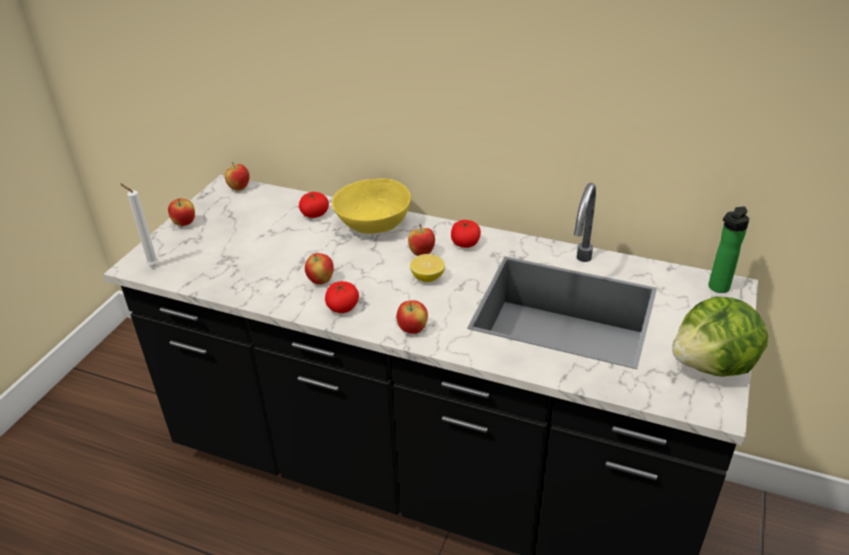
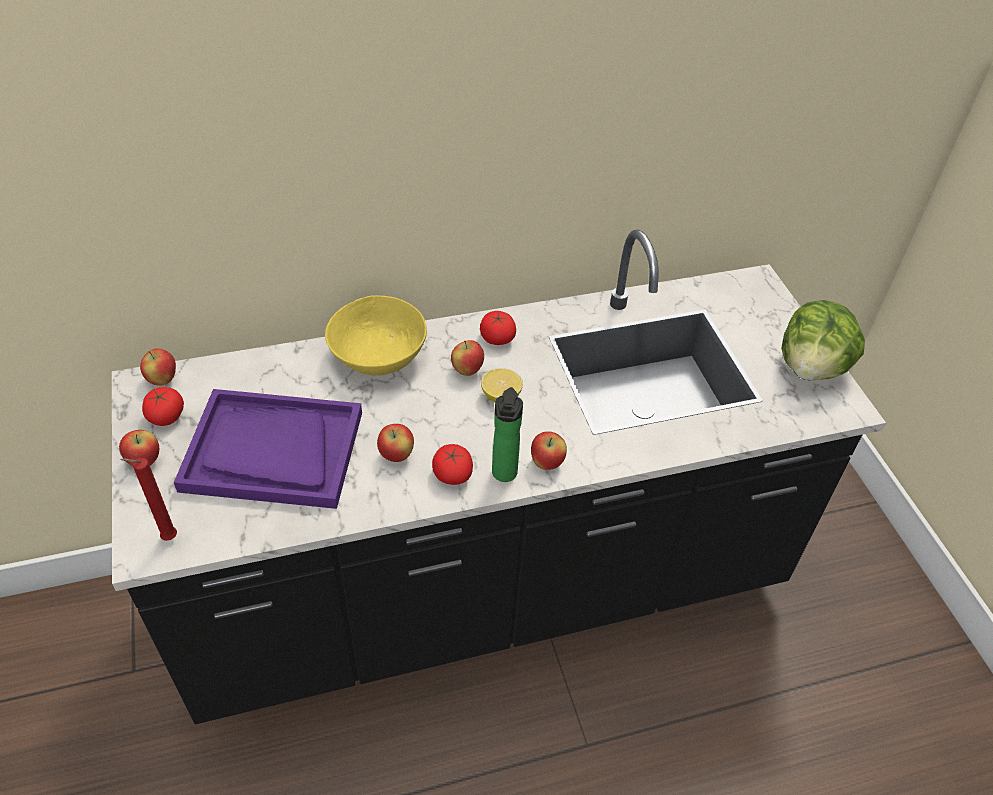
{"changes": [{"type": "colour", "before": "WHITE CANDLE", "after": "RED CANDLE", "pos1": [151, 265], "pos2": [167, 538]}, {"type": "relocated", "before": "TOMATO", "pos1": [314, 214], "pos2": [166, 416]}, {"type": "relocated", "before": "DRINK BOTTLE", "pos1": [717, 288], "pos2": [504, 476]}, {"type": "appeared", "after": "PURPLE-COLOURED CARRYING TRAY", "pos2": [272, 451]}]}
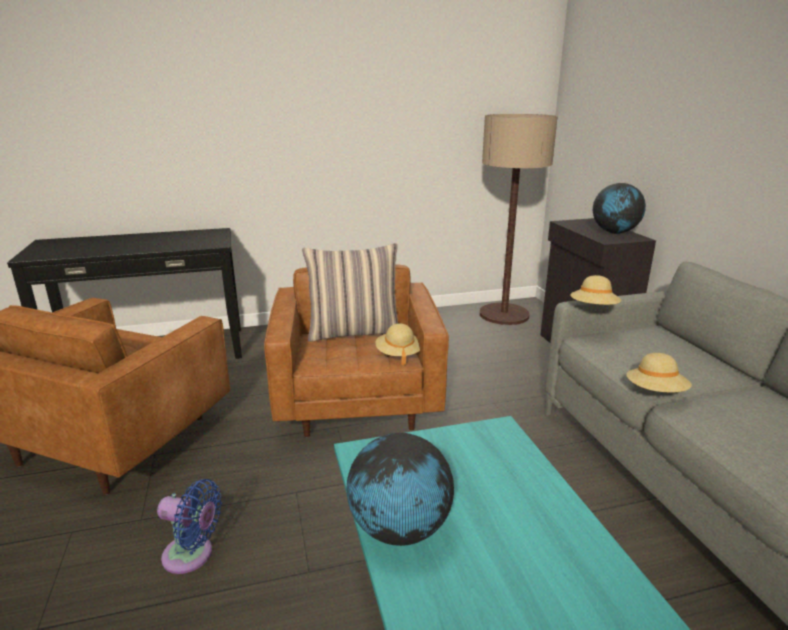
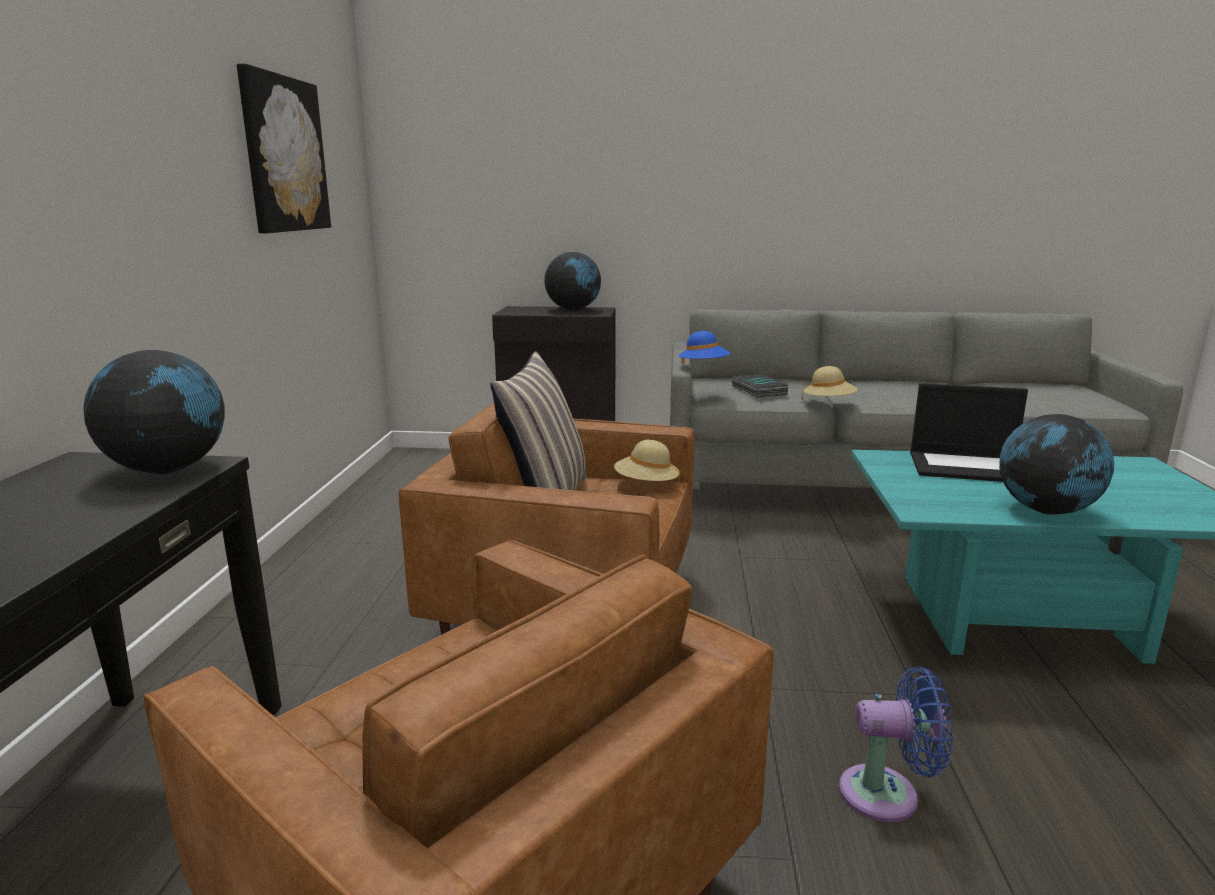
{"changes": [{"type": "spun", "before": "BLUE-COLOURED FAN", "pos1": [192, 555], "pos2": [887, 794], "turn": 60}, {"type": "missing", "before": "STANDING LAMP", "pos1": [504, 315]}, {"type": "colour", "before": "BEIGE-COLOURED HAT", "after": "BLUE-COLOURED HAT", "pos1": [593, 309], "pos2": [703, 367]}, {"type": "appeared", "after": "GLOBE", "pos2": [167, 469]}, {"type": "appeared", "after": "PICTURE", "pos2": [284, 155]}, {"type": "appeared", "after": "BOOK", "pos2": [757, 390]}, {"type": "appeared", "after": "PORTABLE COMPUTER", "pos2": [970, 467]}]}
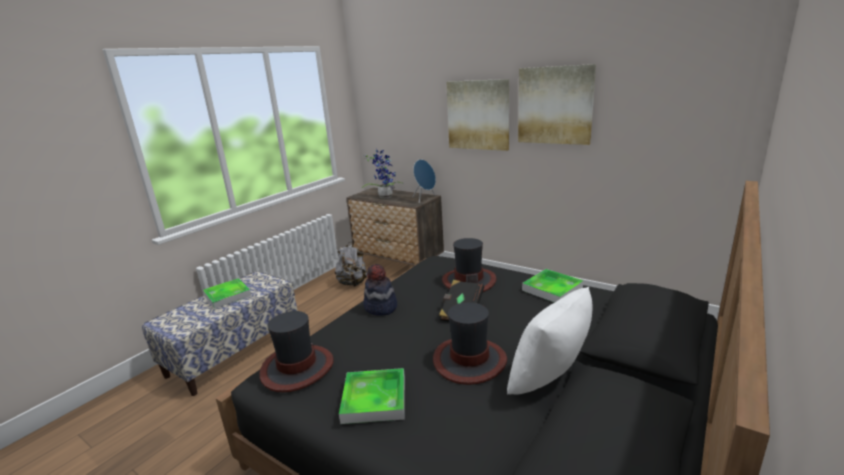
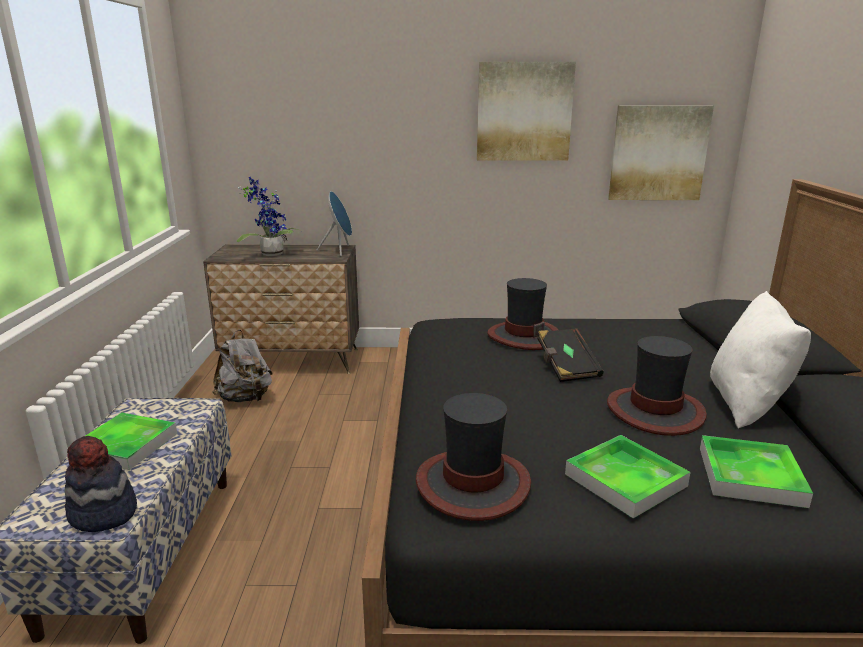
{"changes": [{"type": "relocated", "before": "HAT", "pos1": [380, 307], "pos2": [103, 514]}, {"type": "relocated", "before": "PICTURE", "pos1": [478, 115], "pos2": [658, 153]}, {"type": "relocated", "before": "CARRYING TRAY", "pos1": [552, 289], "pos2": [750, 476]}]}
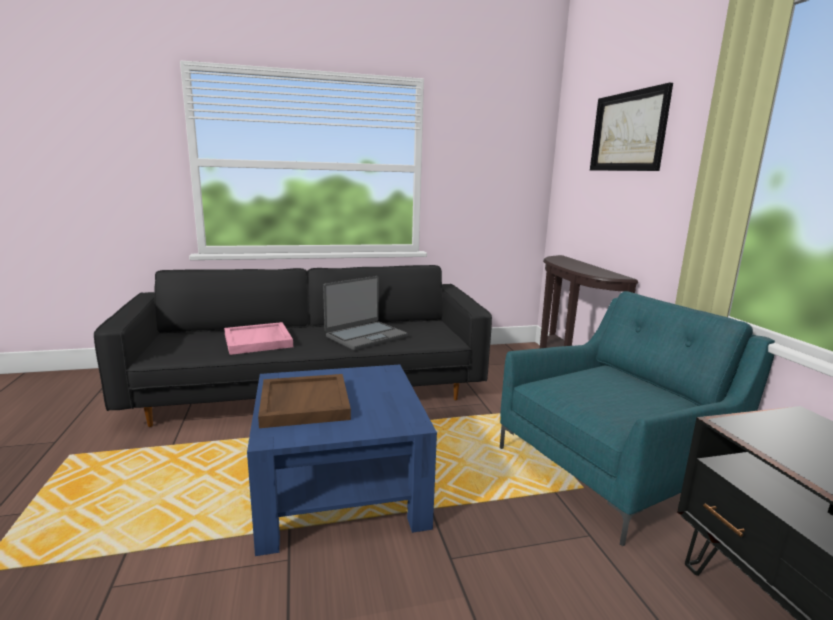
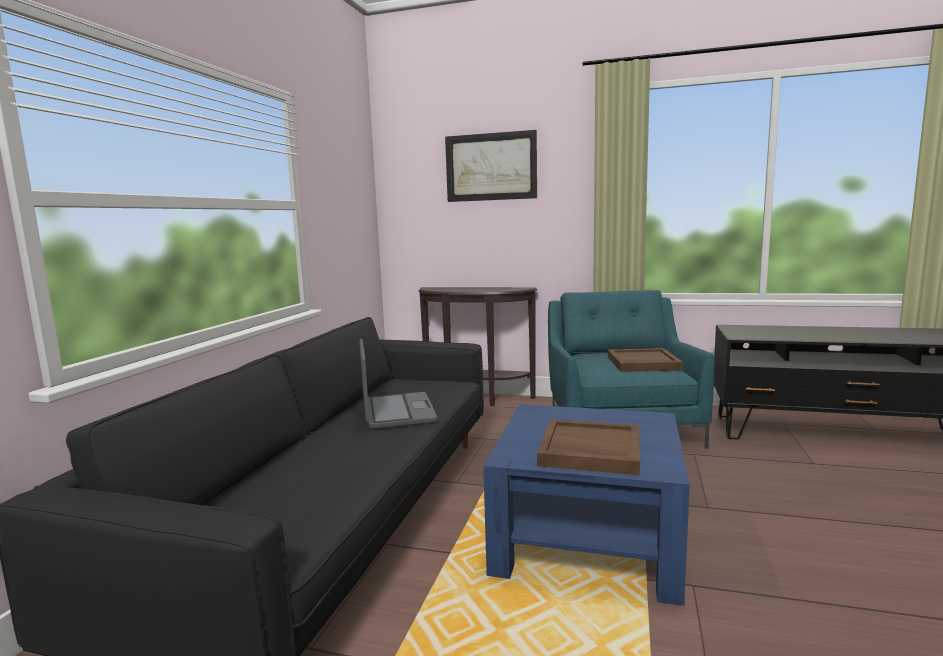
{"changes": [{"type": "missing", "before": "PINKISH CARRYING TRAY", "pos1": [258, 341]}, {"type": "appeared", "after": "BROWN CARRYING TRAY", "pos2": [642, 363]}]}
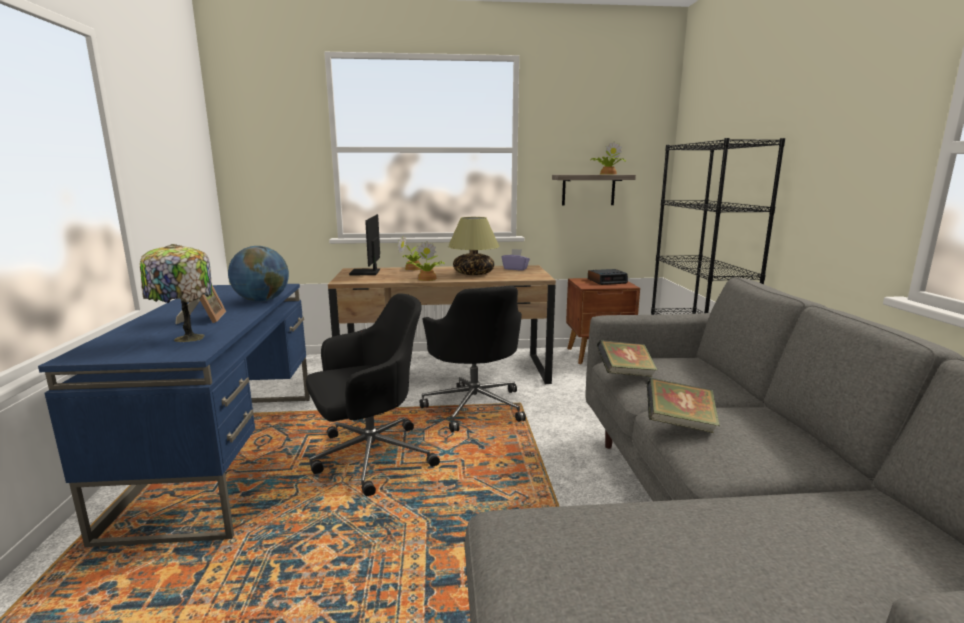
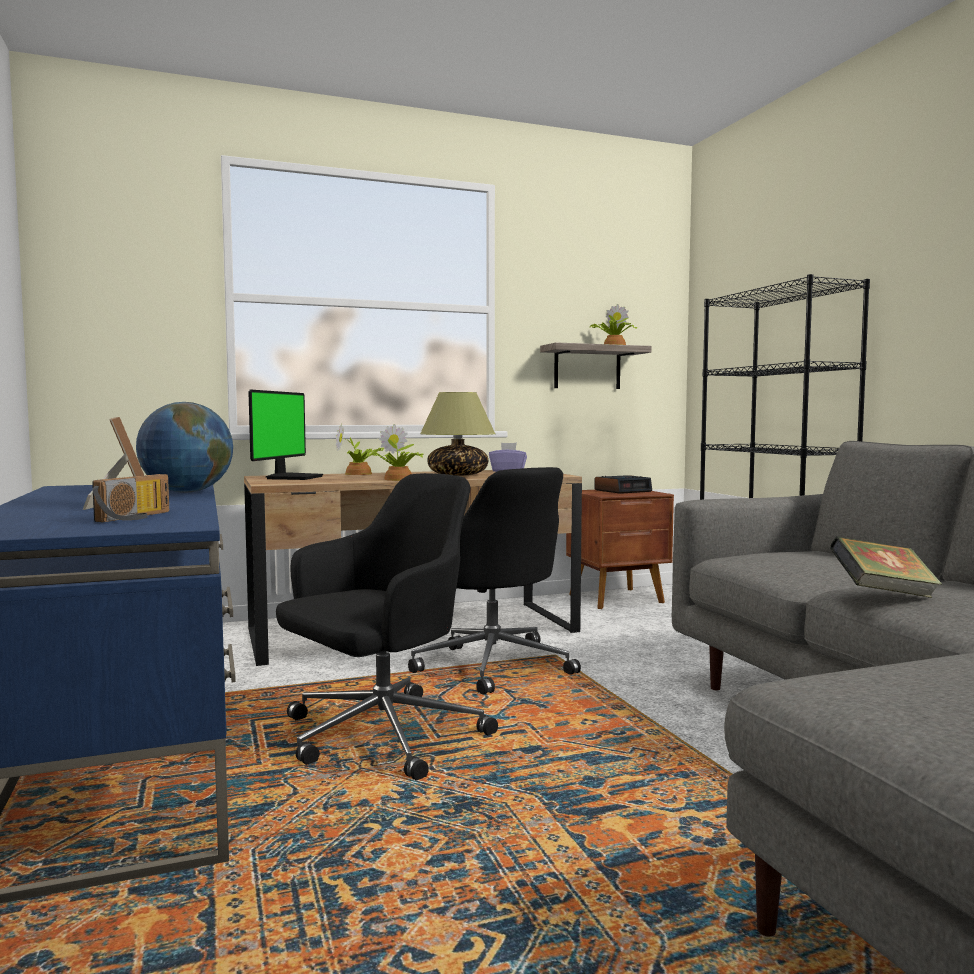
{"changes": [{"type": "exchanged", "before": "TABLETOP LAMP", "after": "RADIO RECEIVER", "pos1": [187, 338], "pos2": [137, 517]}, {"type": "spun", "before": "COMPUTER DISPLAY", "pos1": [366, 272], "pos2": [292, 477], "turn": -150}, {"type": "missing", "before": "BOOK", "pos1": [625, 374]}]}
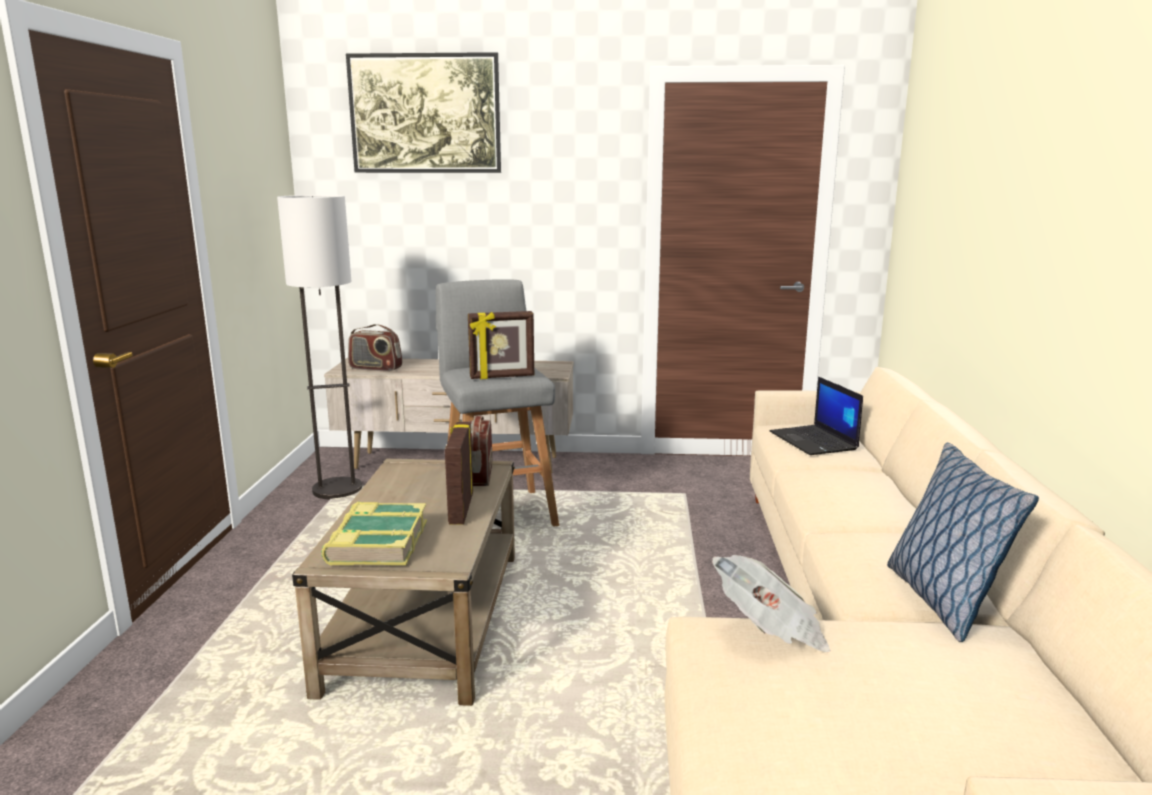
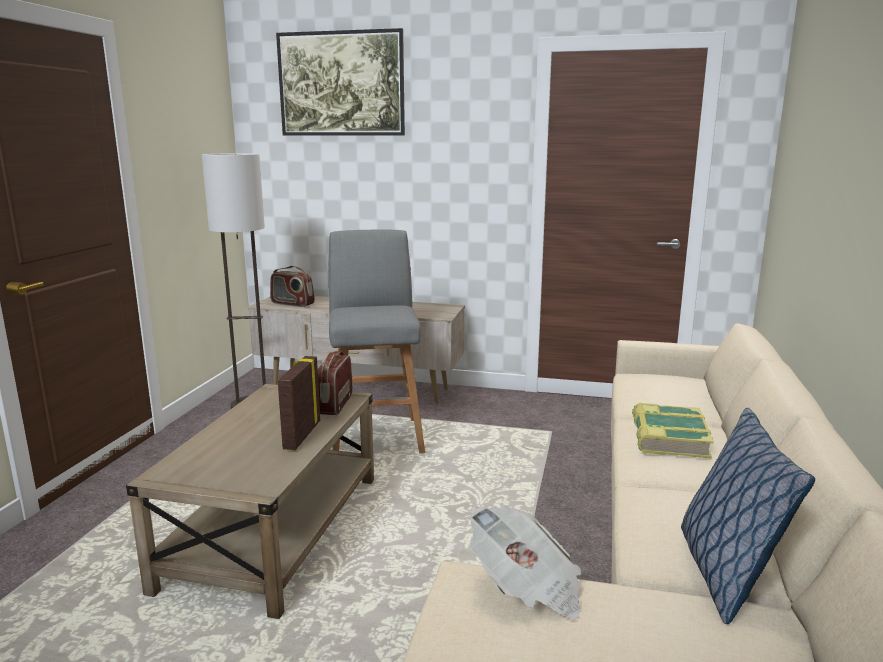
{"changes": [{"type": "relocated", "before": "BOOK", "pos1": [377, 543], "pos2": [668, 438]}, {"type": "missing", "before": "PHOTO FRAME", "pos1": [502, 377]}, {"type": "missing", "before": "PORTABLE COMPUTER", "pos1": [814, 441]}]}
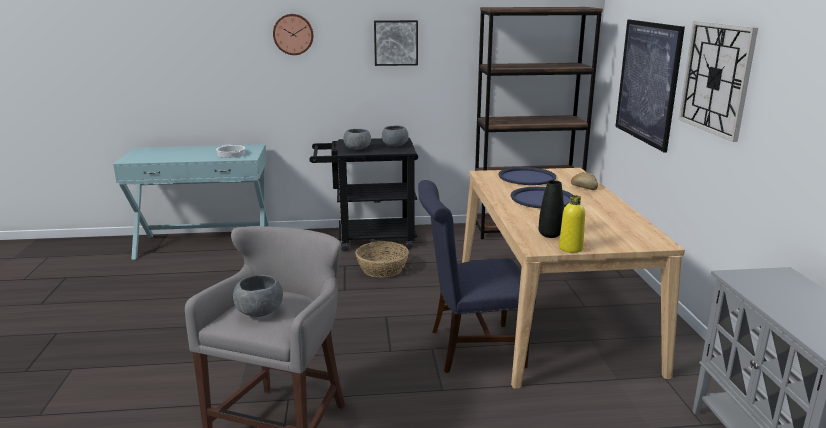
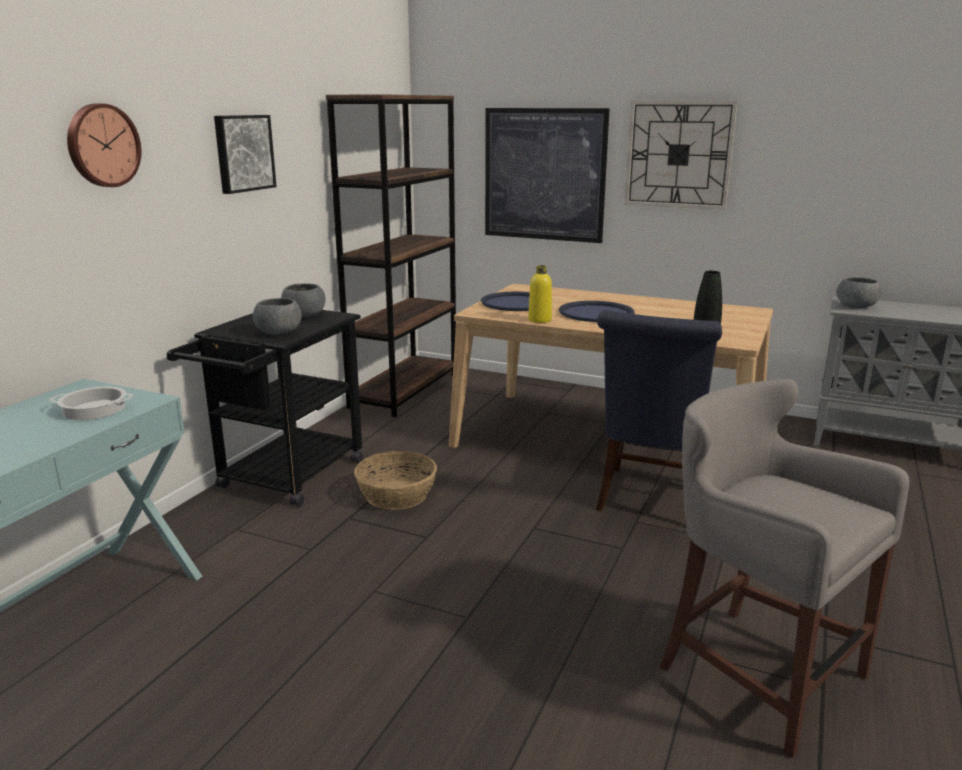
{"changes": [{"type": "relocated", "before": "GREY BOWL", "pos1": [260, 312], "pos2": [856, 307]}, {"type": "relocated", "before": "YELLOW DRINK BOTTLE", "pos1": [570, 248], "pos2": [540, 320]}, {"type": "missing", "before": "BREAD", "pos1": [584, 187]}]}
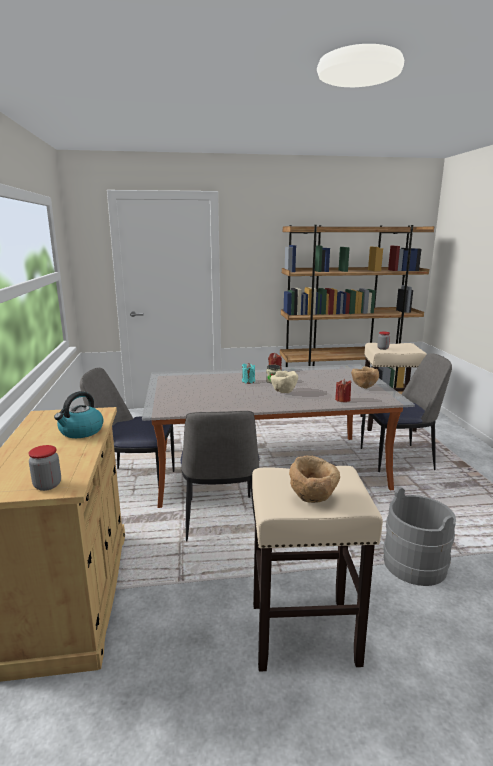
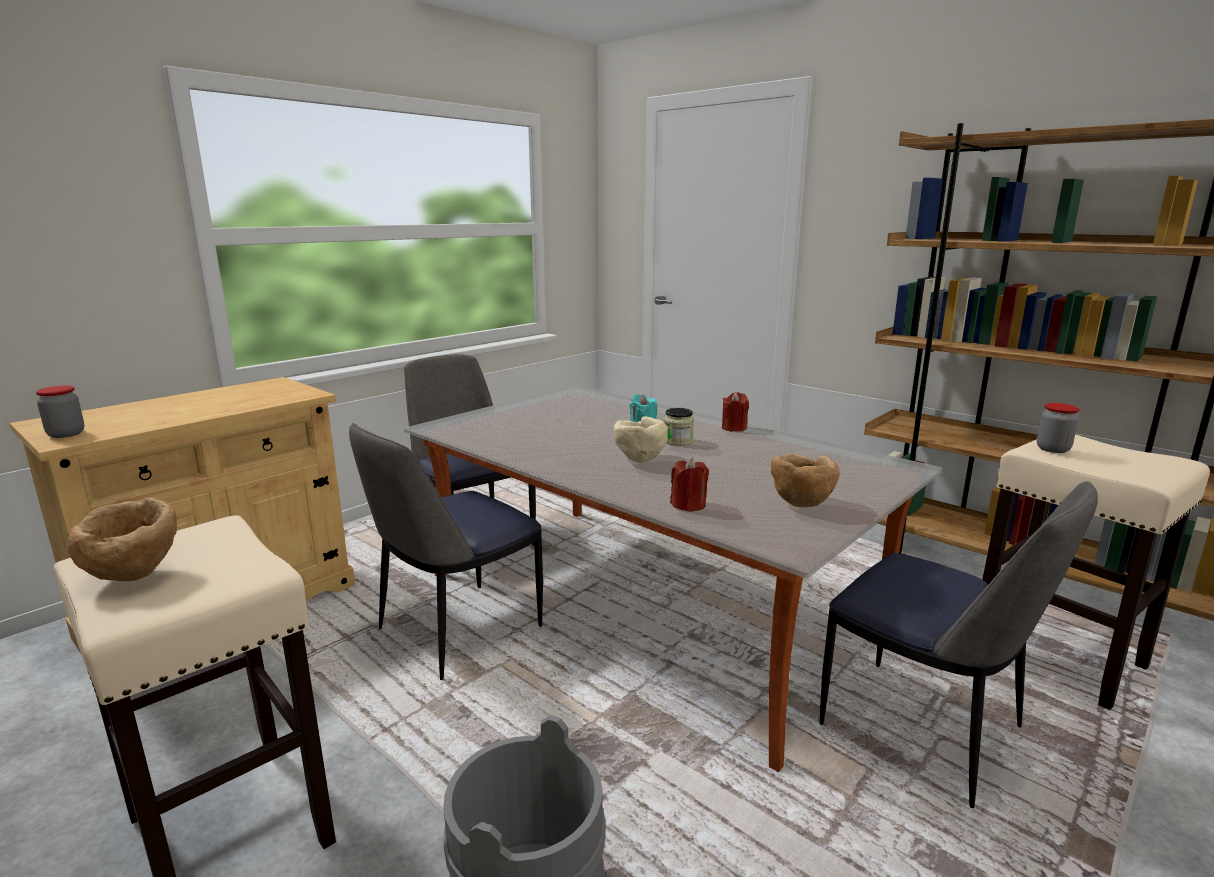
{"changes": [{"type": "missing", "before": "WATER KETTLE", "pos1": [81, 431]}]}
